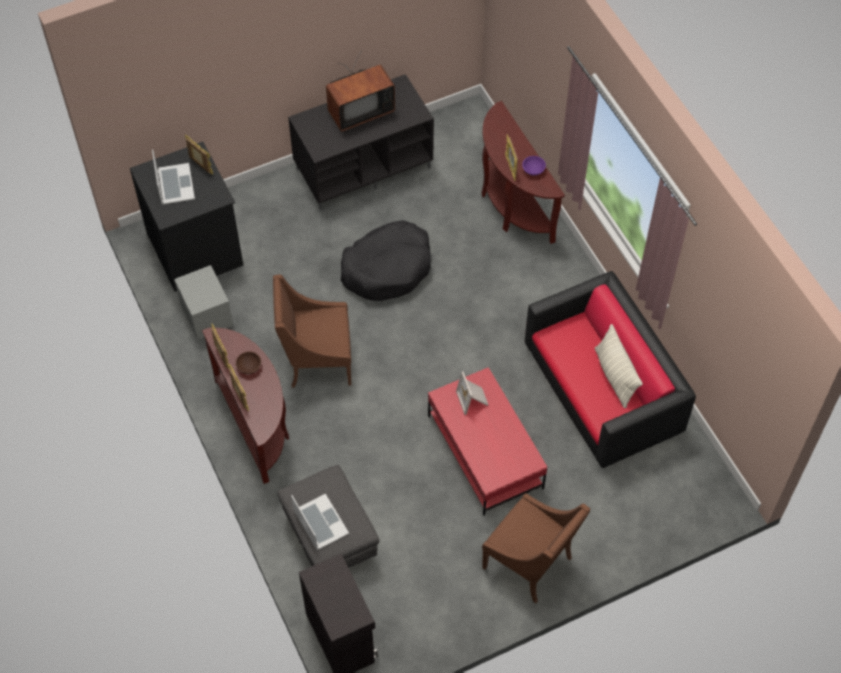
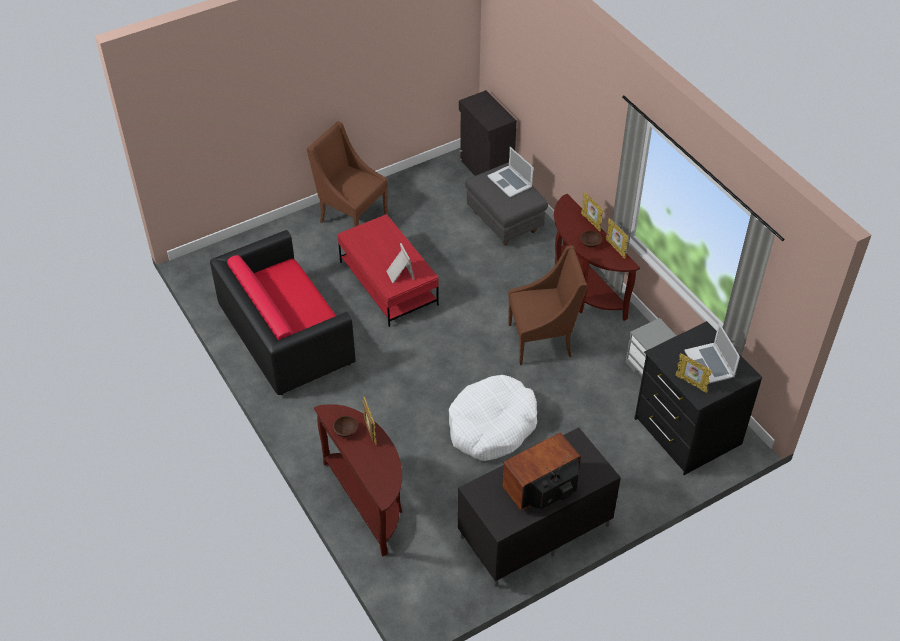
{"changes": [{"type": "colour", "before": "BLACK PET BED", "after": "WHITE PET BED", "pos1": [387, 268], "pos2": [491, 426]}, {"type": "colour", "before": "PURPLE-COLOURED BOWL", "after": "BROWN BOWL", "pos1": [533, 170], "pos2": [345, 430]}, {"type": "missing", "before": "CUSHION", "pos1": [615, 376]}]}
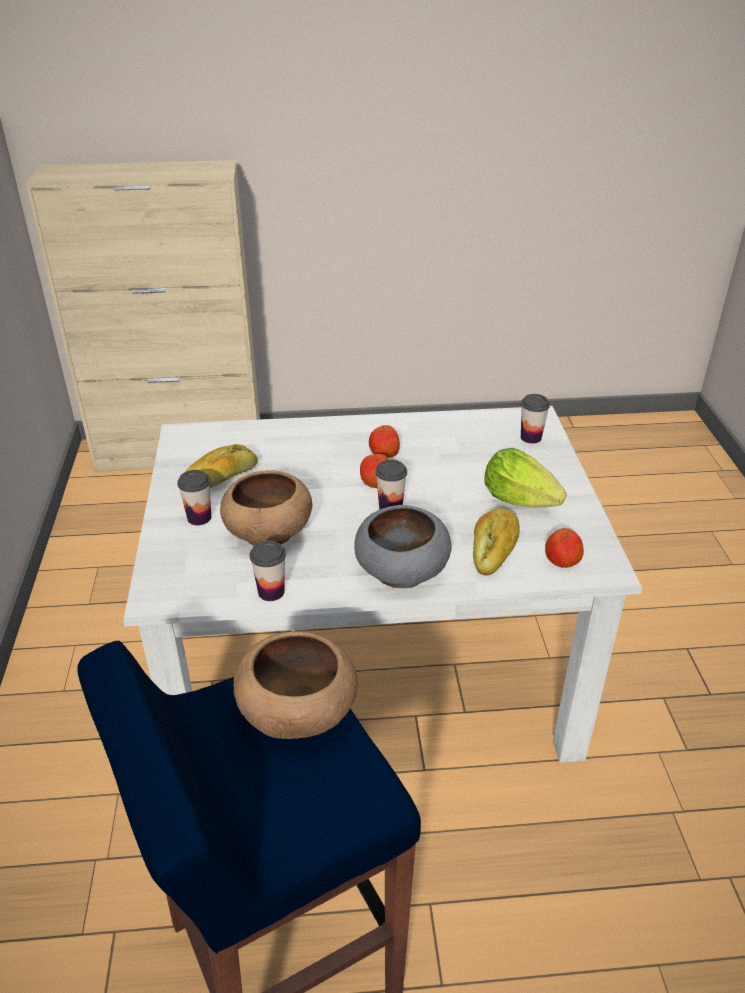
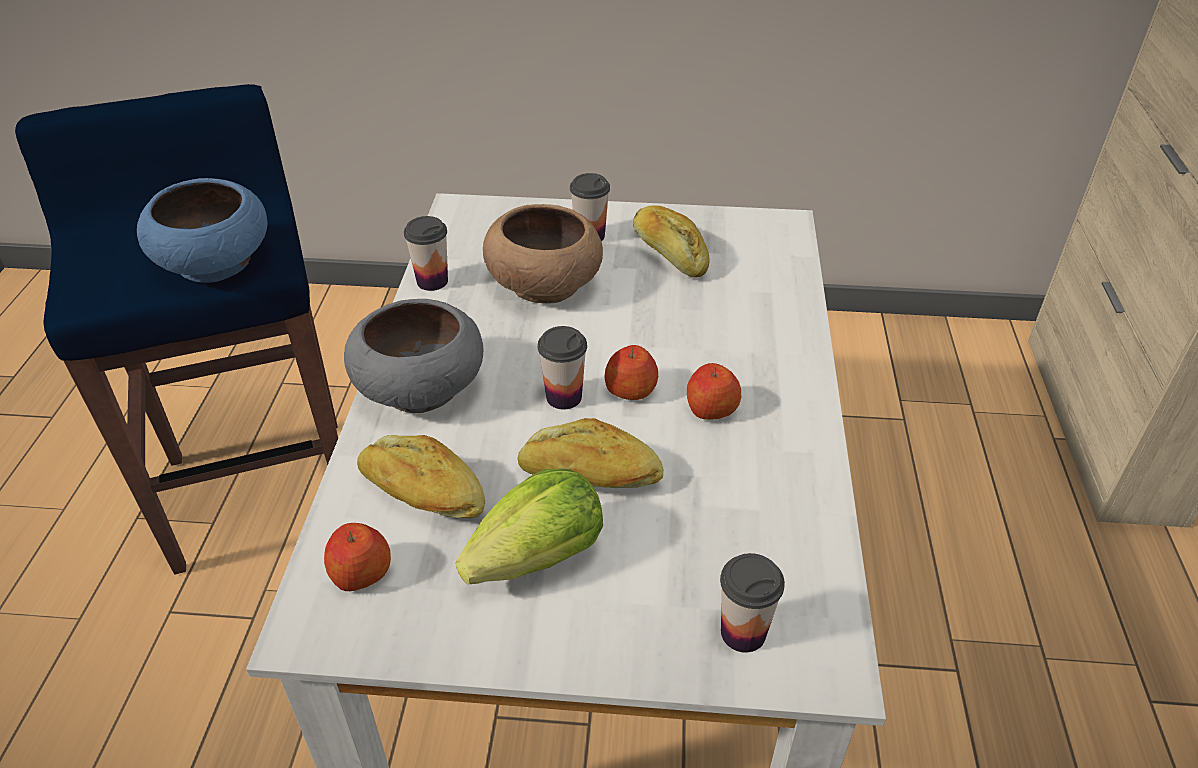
{"changes": [{"type": "colour", "before": "BROWN BOWL", "after": "BLUE-COLOURED BOWL", "pos1": [297, 710], "pos2": [216, 263]}, {"type": "appeared", "after": "BREAD", "pos2": [590, 476]}]}
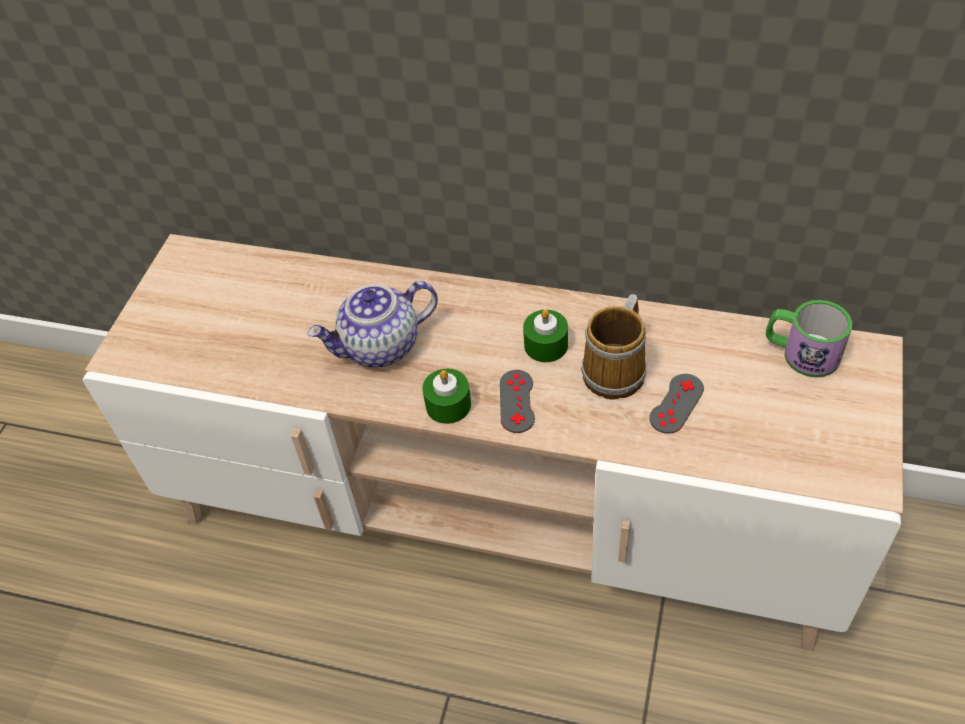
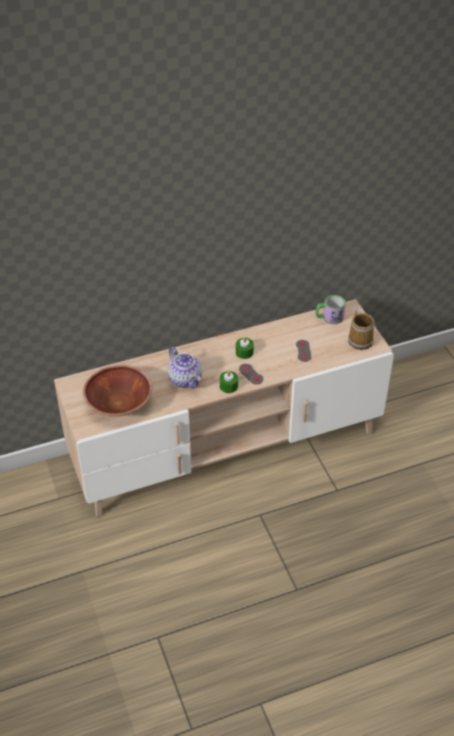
{"changes": [{"type": "spun", "before": "POT FOR TEA", "pos1": [380, 347], "pos2": [185, 379], "turn": -60}, {"type": "relocated", "before": "COFFEE MUG", "pos1": [617, 371], "pos2": [360, 339]}, {"type": "appeared", "after": "BROWN BOWL", "pos2": [119, 404]}]}
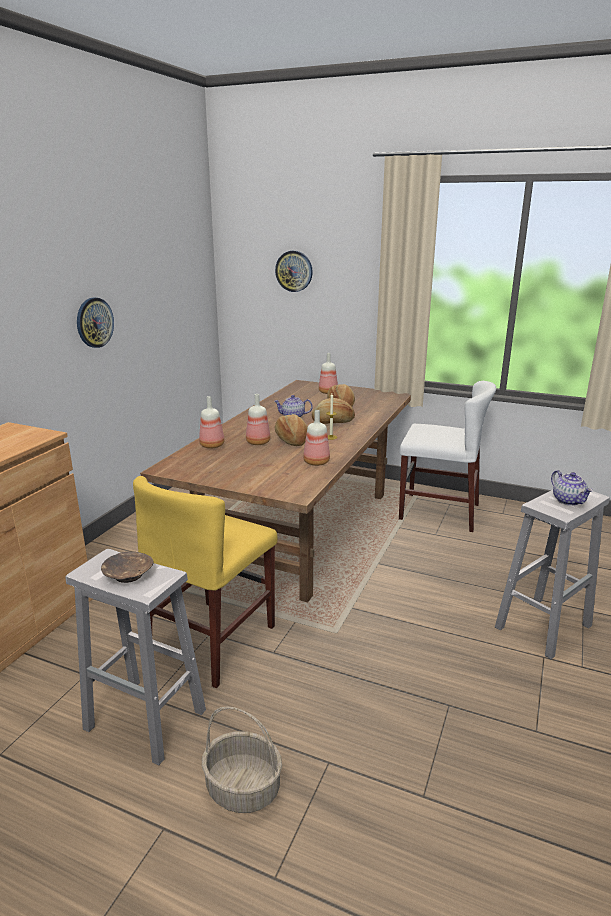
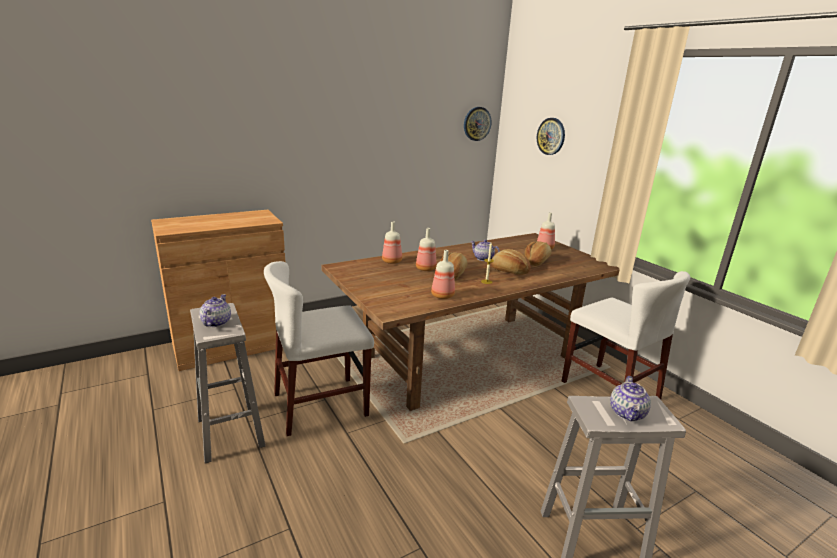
{"changes": [{"type": "relocated", "before": "HANGING CLOCK", "pos1": [94, 322], "pos2": [477, 123]}, {"type": "exchanged", "before": "BROWN BOWL", "after": "POT FOR TEA", "pos1": [128, 575], "pos2": [216, 322]}, {"type": "colour", "before": "YELLOW CHAIR", "after": "WHITE CHAIR", "pos1": [212, 640], "pos2": [320, 404]}, {"type": "missing", "before": "STORAGE BASKET", "pos1": [242, 789]}]}
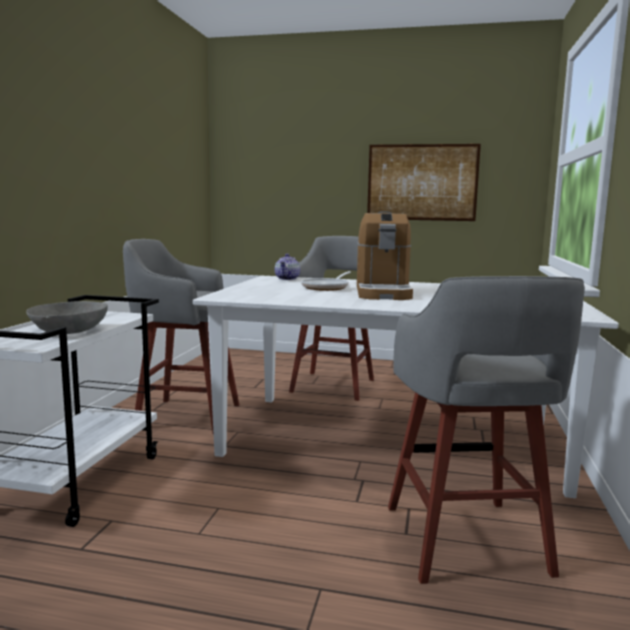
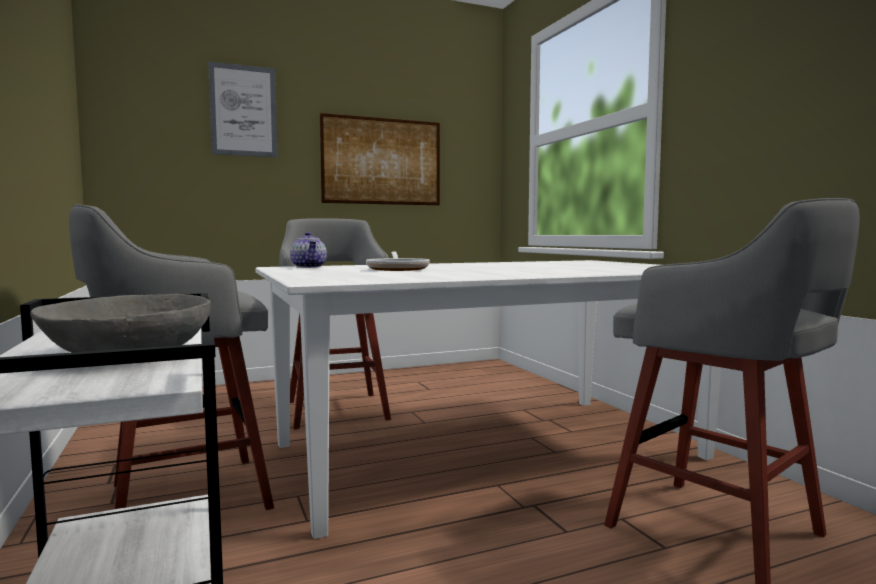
{"changes": [{"type": "missing", "before": "COFFEE MAKER", "pos1": [382, 292]}, {"type": "appeared", "after": "PICTURE", "pos2": [243, 111]}]}
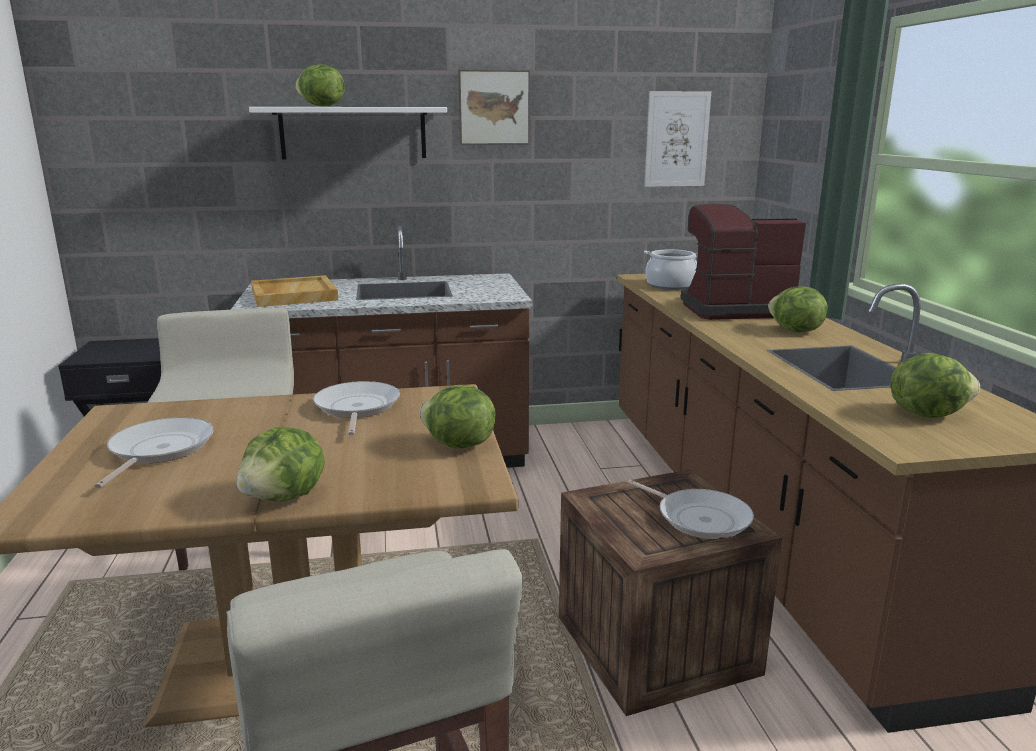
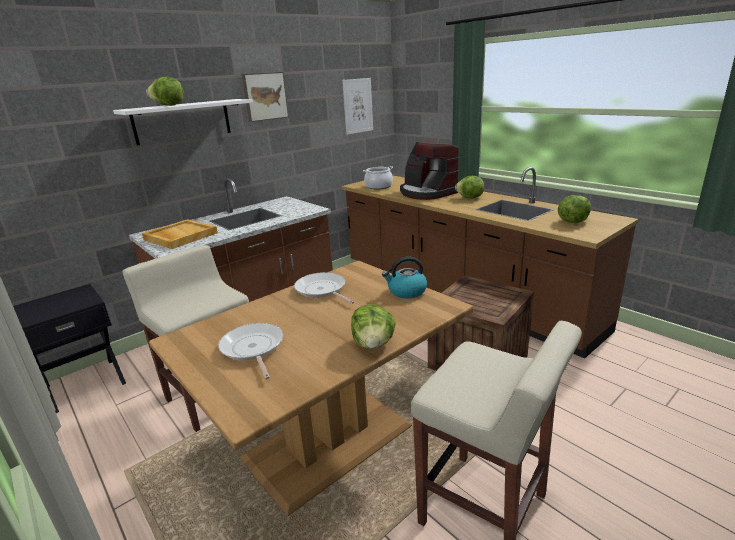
{"changes": [{"type": "exchanged", "before": "HEAD OF LETTUCE", "after": "WATER KETTLE", "pos1": [458, 445], "pos2": [406, 291]}, {"type": "missing", "before": "SKILLET", "pos1": [699, 518]}, {"type": "spun", "before": "COFFEE MAKER", "pos1": [734, 308], "pos2": [427, 192], "turn": -90}]}
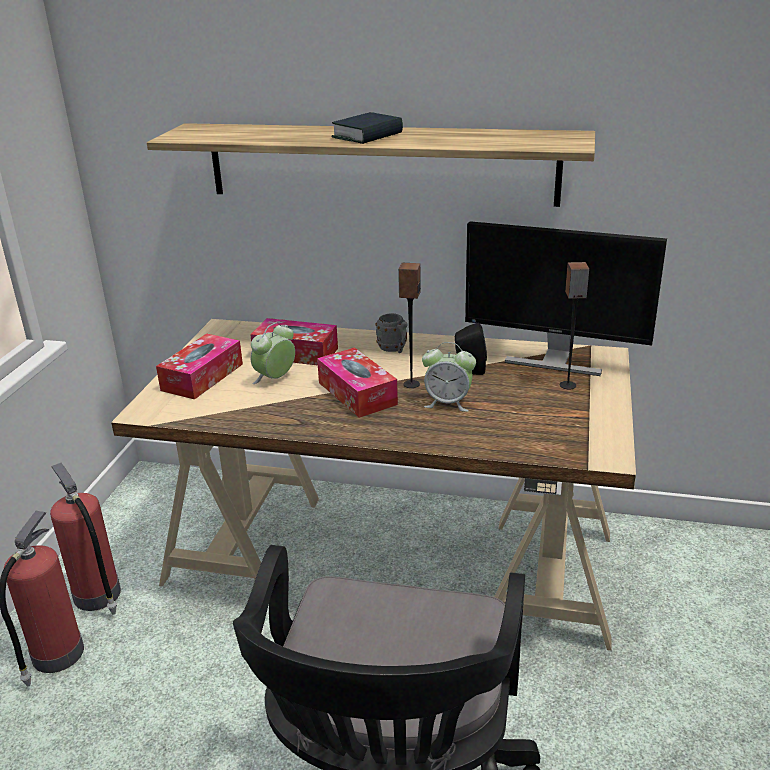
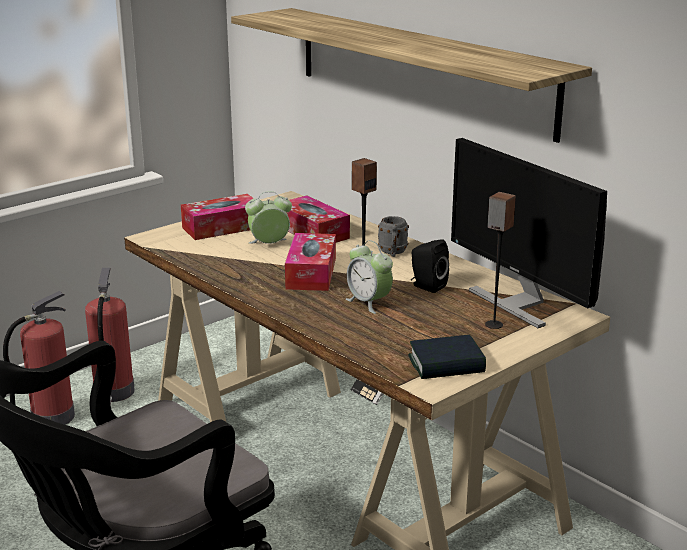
{"changes": [{"type": "relocated", "before": "BOOK", "pos1": [367, 135], "pos2": [446, 365]}]}
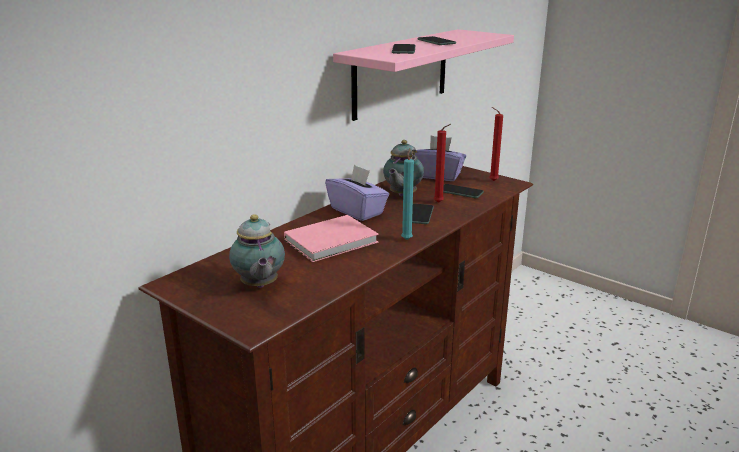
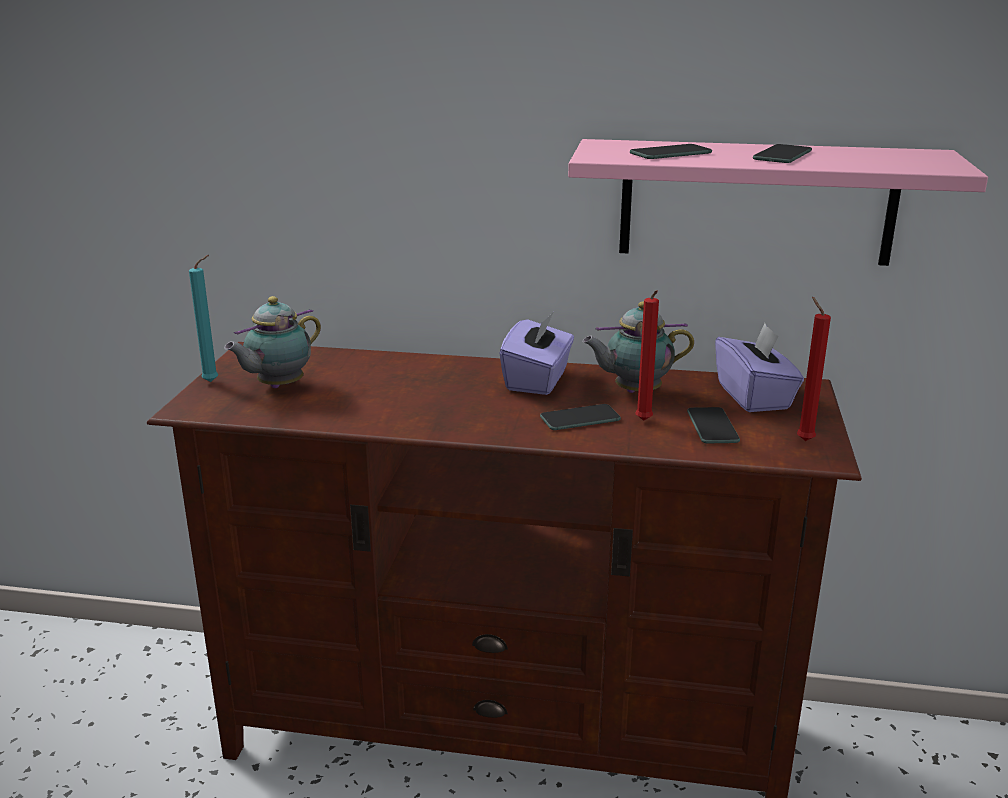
{"changes": [{"type": "missing", "before": "PINKISH BOOK", "pos1": [333, 241]}, {"type": "relocated", "before": "TURQUOISE-COLOURED CANDLE", "pos1": [407, 239], "pos2": [213, 381]}]}
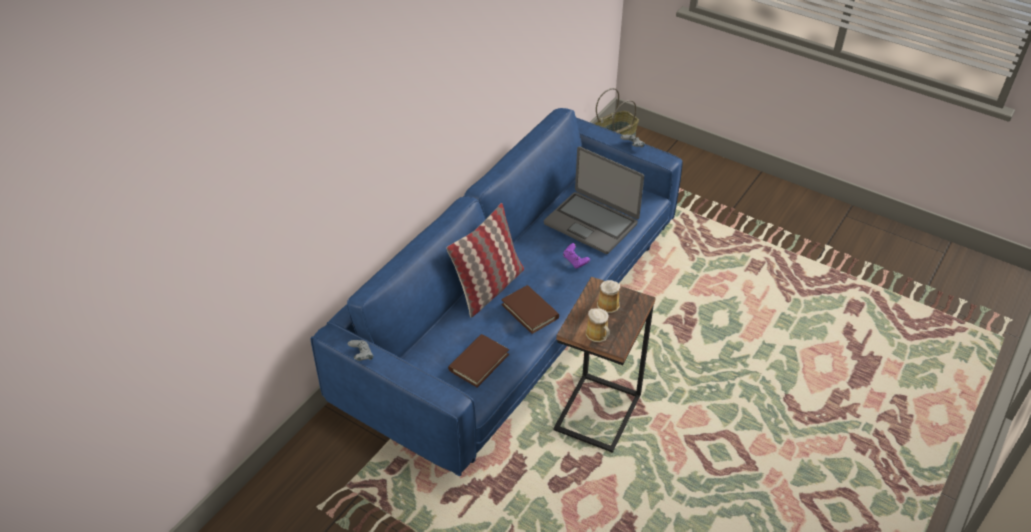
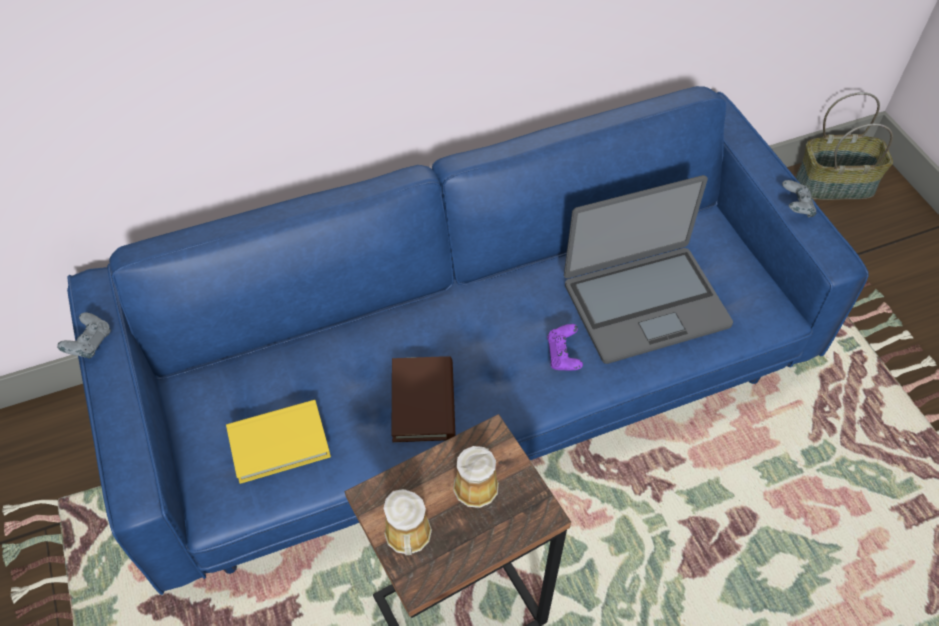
{"changes": [{"type": "missing", "before": "CUSHION", "pos1": [489, 288]}, {"type": "colour", "before": "BROWN BOOK", "after": "YELLOW BOOK", "pos1": [479, 362], "pos2": [279, 443]}, {"type": "spun", "before": "PORTABLE COMPUTER", "pos1": [591, 223], "pos2": [644, 303], "turn": -90}]}
